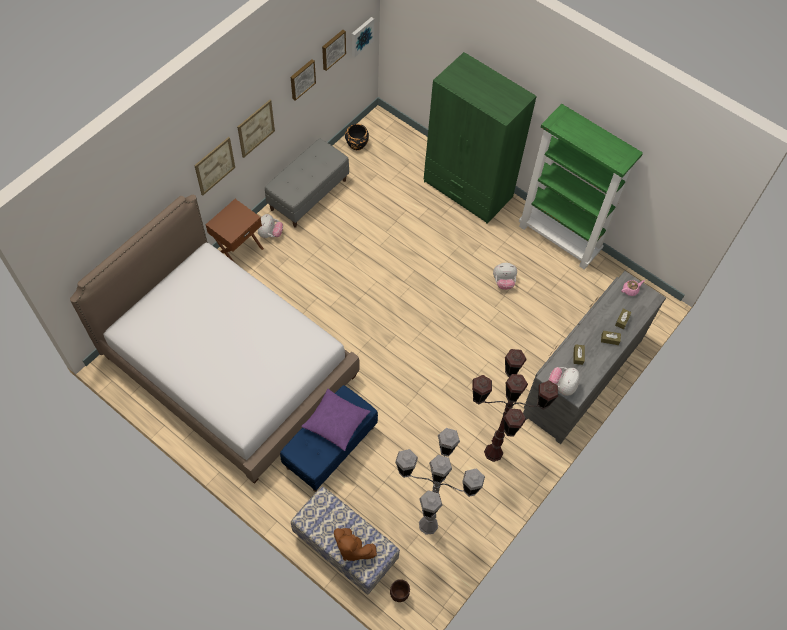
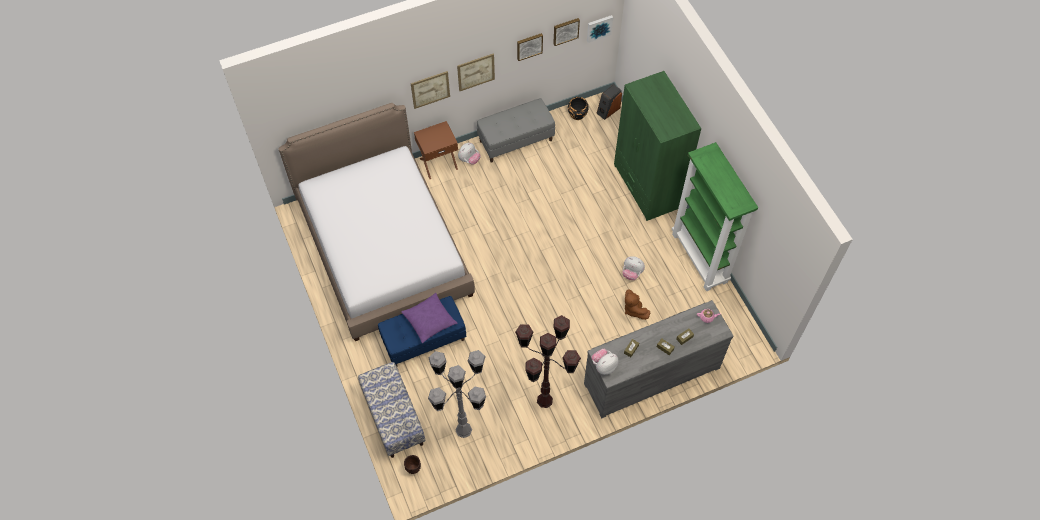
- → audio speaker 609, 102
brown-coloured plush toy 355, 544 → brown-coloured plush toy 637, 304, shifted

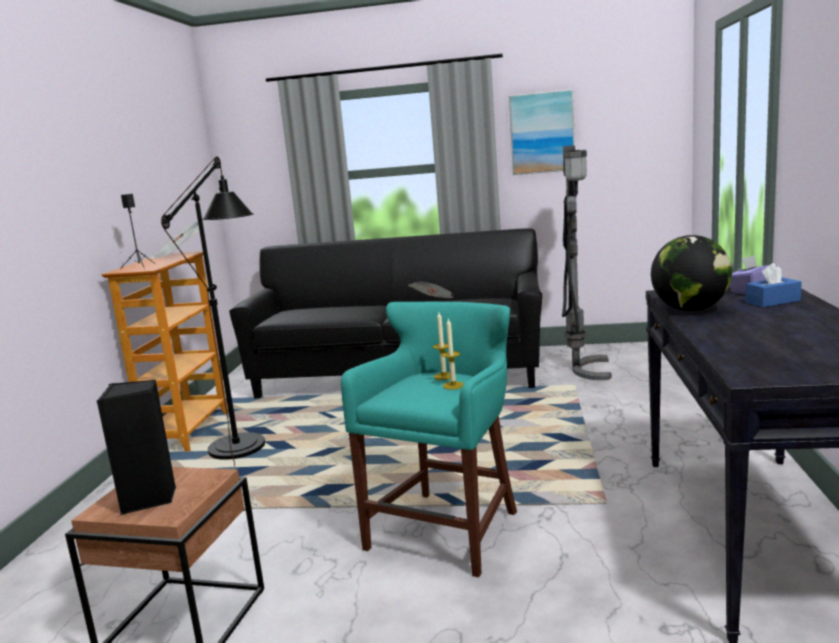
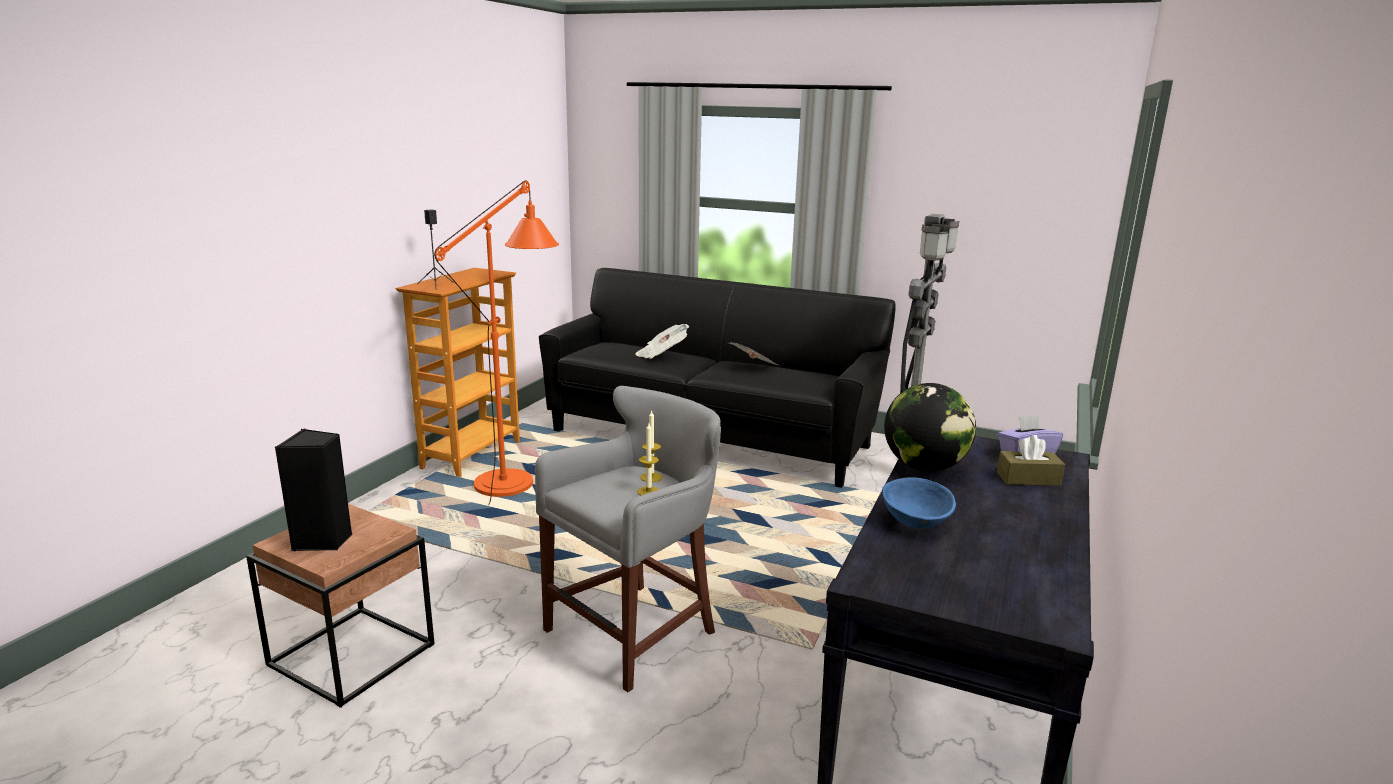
wall art 542, 132 → -
- → blue bowl 919, 503
daily paper 175, 240 → daily paper 662, 341, shifted
black standard lamp 213, 311 → orange standard lamp 496, 342
turquoise-coloured stool 429, 439 → grey stool 628, 539
blue tissue box 774, 285 → brown-coloured tissue box 1031, 460

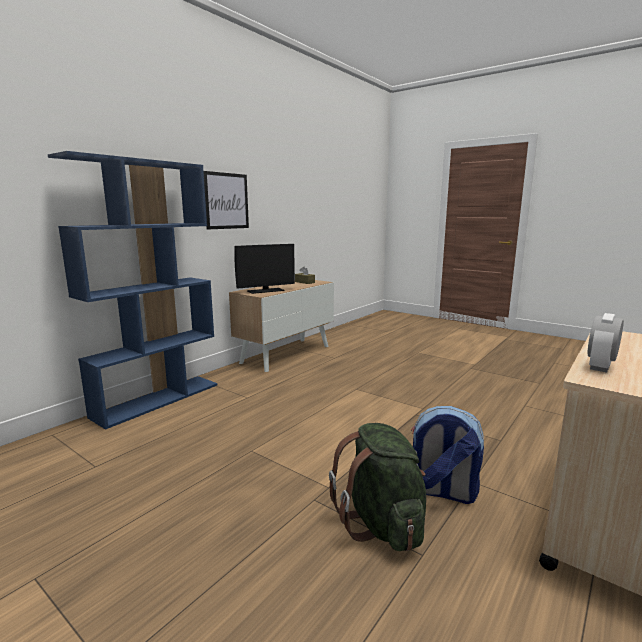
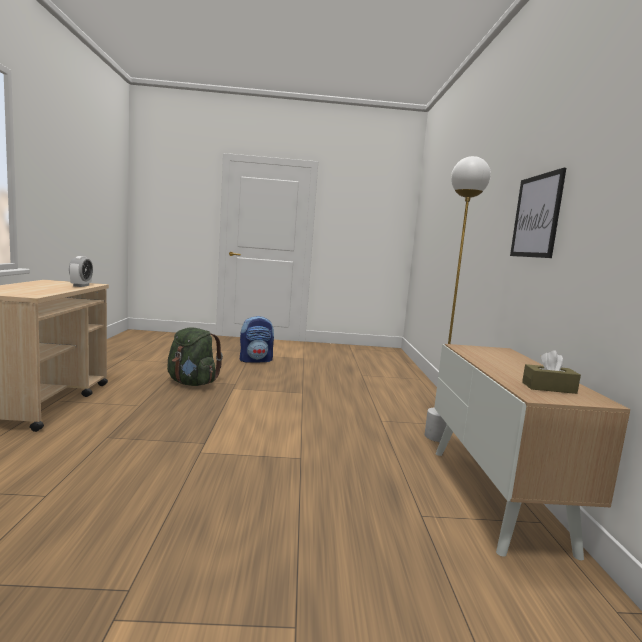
blue bookshelf 133, 290 → -
computer display 264, 269 → -
- → white-coloured standard lamp 458, 299
knapsack 447, 455 → knapsack 257, 339, shifted

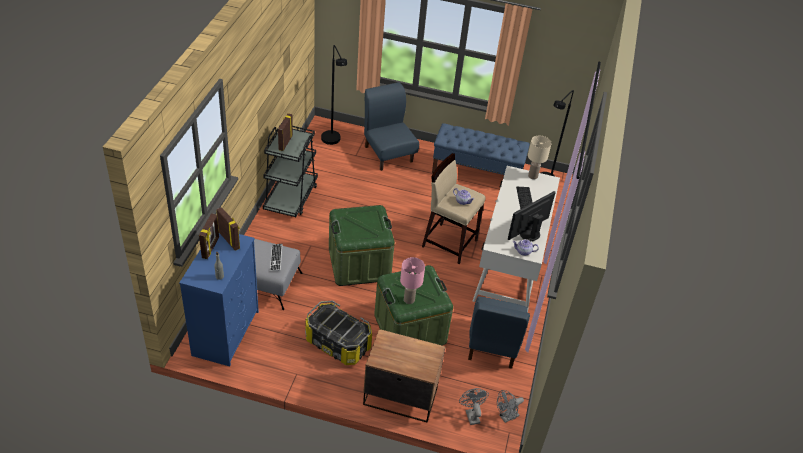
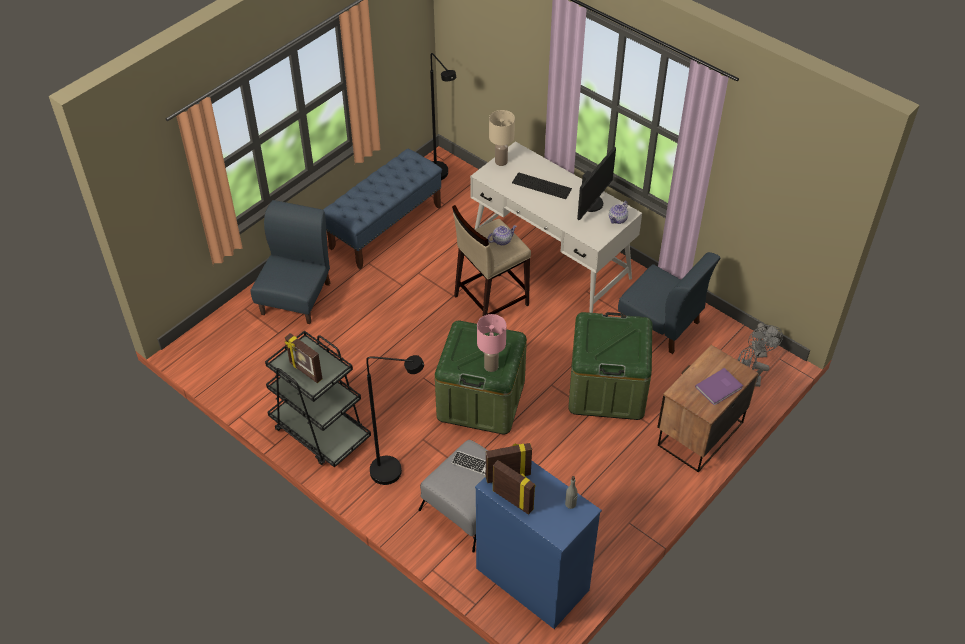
storage container 338, 333 → -
- → purple-coloured volume 719, 387
black standard lamp 334, 95 → black standard lamp 395, 420, shifted
pink table lamp 412, 280 → pink table lamp 491, 343, shifted
blue chair 391, 126 → blue chair 290, 262, 105 degrees clockwise
computer display 531, 216 → computer display 596, 184, 135 degrees counterclockwise

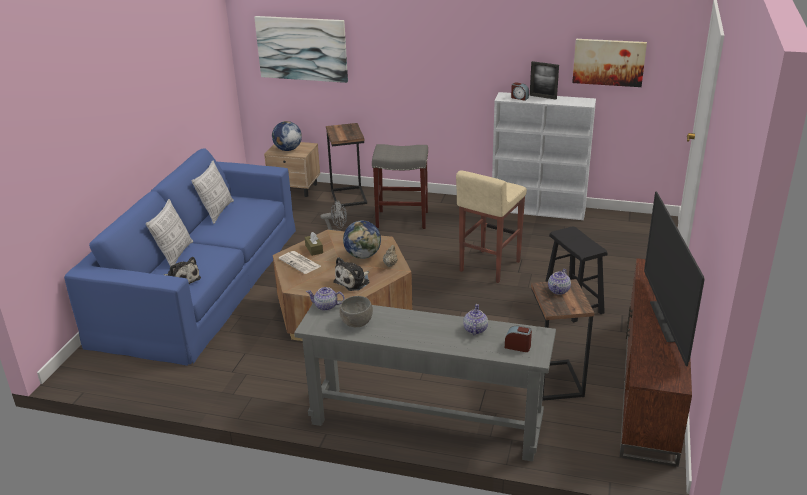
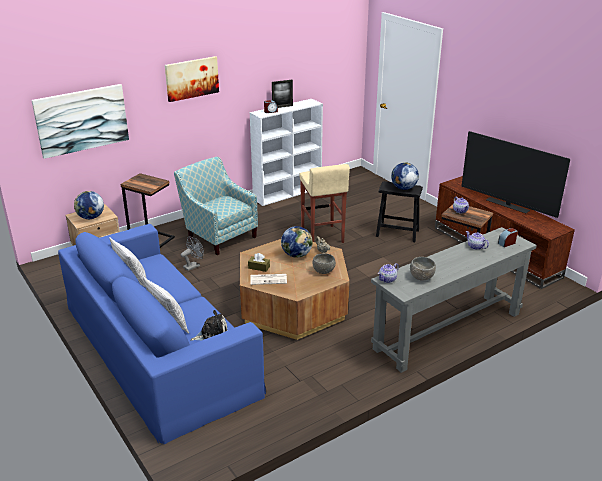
- → globe 405, 176
wall art 609, 63 → wall art 192, 79, shifted
plush toy 351, 274 → grey bowl 324, 263
grey stool 400, 186 → easy chair 216, 206

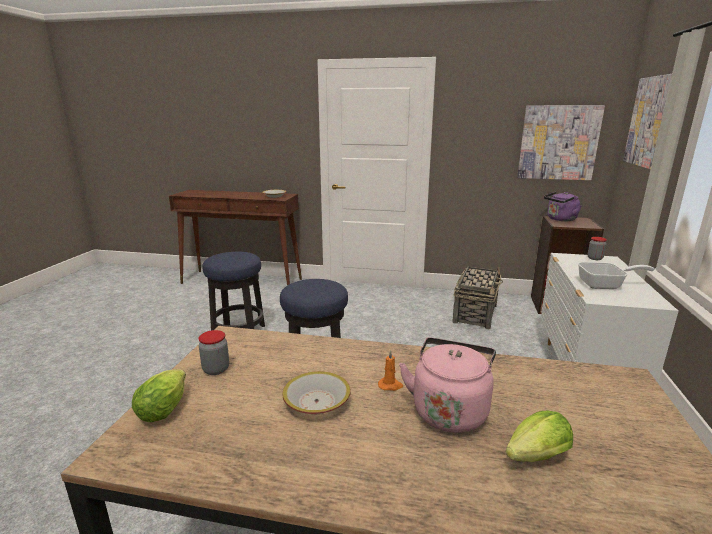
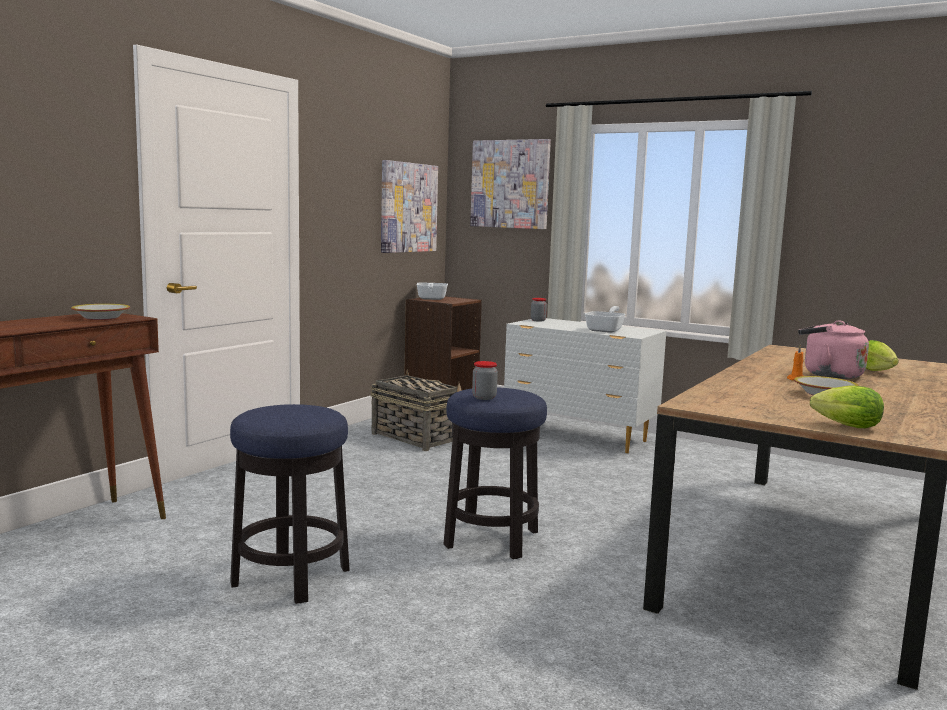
storage jar 214, 352 → storage jar 485, 380, shifted
purple-coloured water kettle 562, 206 → frying pan 432, 291

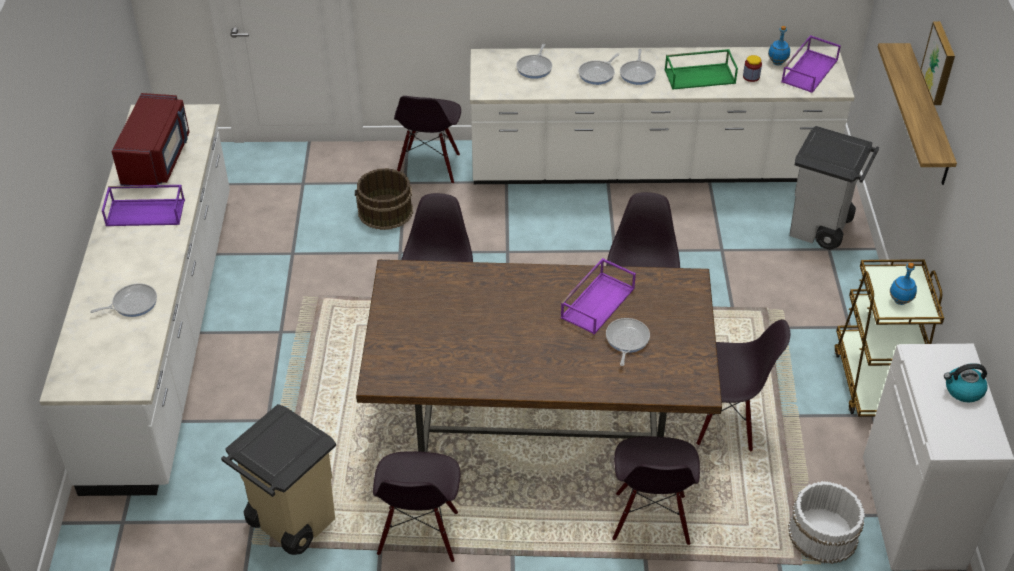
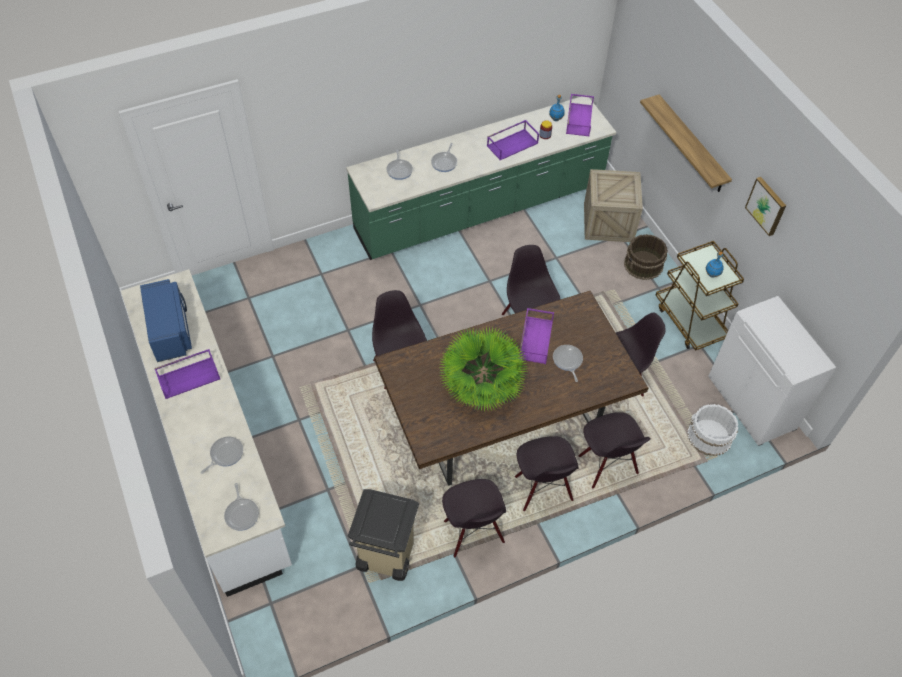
water kettle 966, 383 → -
- → houseplant 483, 369
brown-coloured bucket 384, 199 → brown-coloured bucket 646, 257, shifted
black chair 427, 140 → black chair 547, 473, shifted
frying pan 638, 67 → frying pan 241, 507, shifted
wall art 937, 63 → wall art 765, 206, shifted
grey waste bin 834, 188 → shipping crate 613, 205
reddish kitchen microwave 151, 139 → blue kitchen microwave 166, 320
white-coloured counter 662, 115 → greenish counter 481, 177
greenish serving tray 701, 69 → purple-coloured serving tray 513, 140

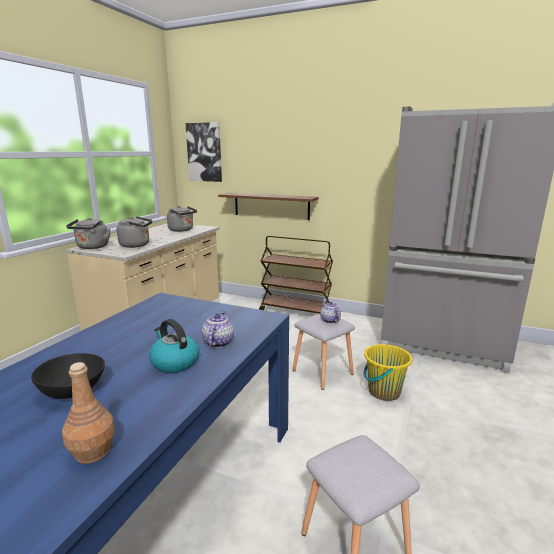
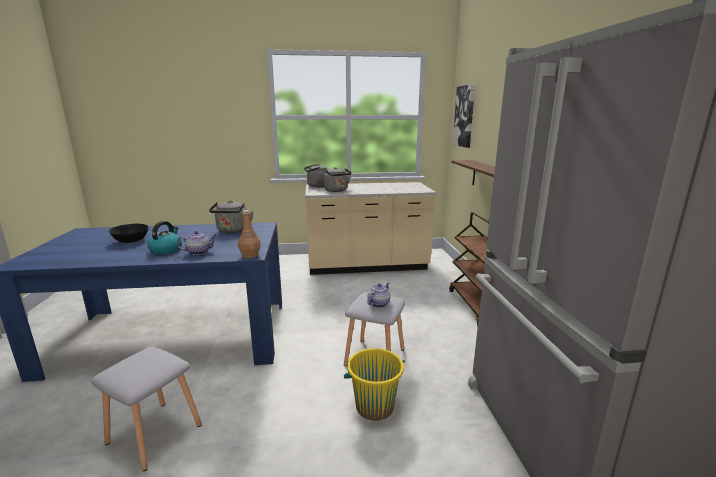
brown-coloured beverage bottle 88, 413 → brown-coloured beverage bottle 249, 234, shifted
grey water kettle 182, 219 → grey water kettle 231, 216, shifted

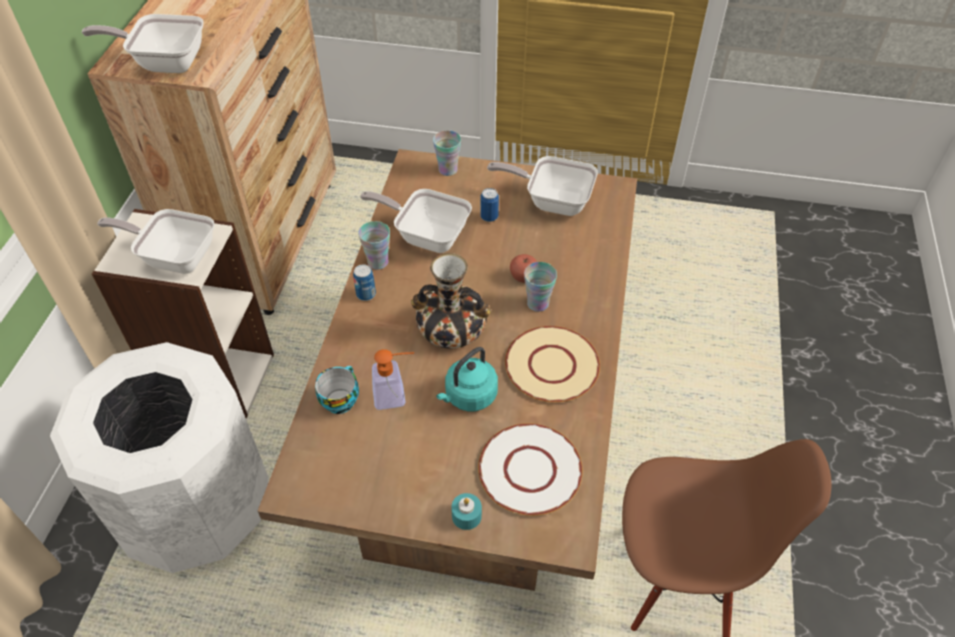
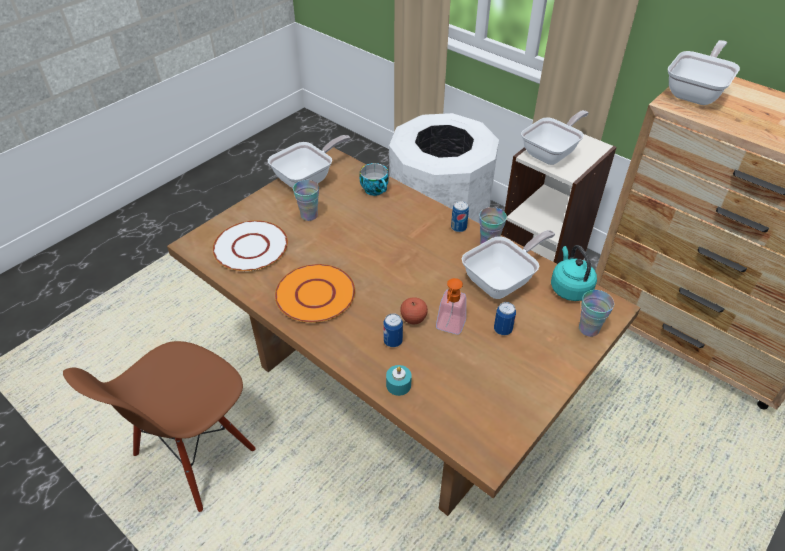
vase 451, 300 → -
- → sealed can 393, 330
liquid soap bottle 393, 379 → liquid soap bottle 451, 306, shifted
turquoise-coloured water kettle 467, 379 → turquoise-coloured water kettle 574, 273, shifted
turquoise-coloured wax candle 466, 511 → turquoise-coloured wax candle 399, 380, shifted
frying pan 542, 186 → frying pan 309, 162, shifted
cup 540, 287 → cup 306, 200, shifted
beige flat dish 552, 364 → orange flat dish 315, 293

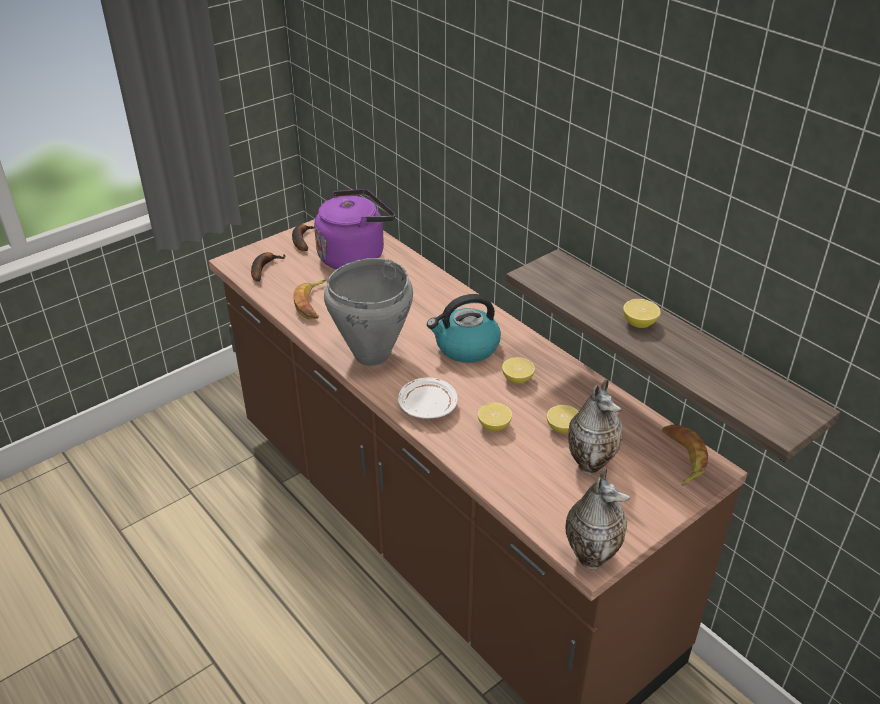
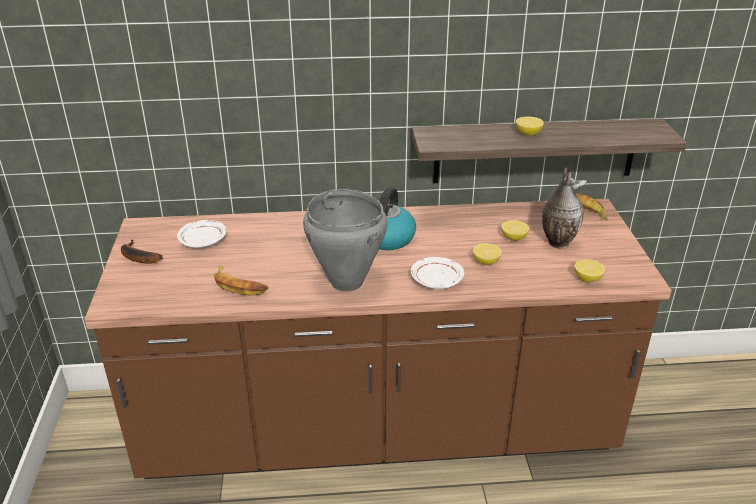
banana 268, 267 → -
vase 597, 518 → -
whole lemon 518, 370 → whole lemon 590, 270, shifted
purple-coloured water kettle 354, 229 → white-coloured flat dish 201, 234

